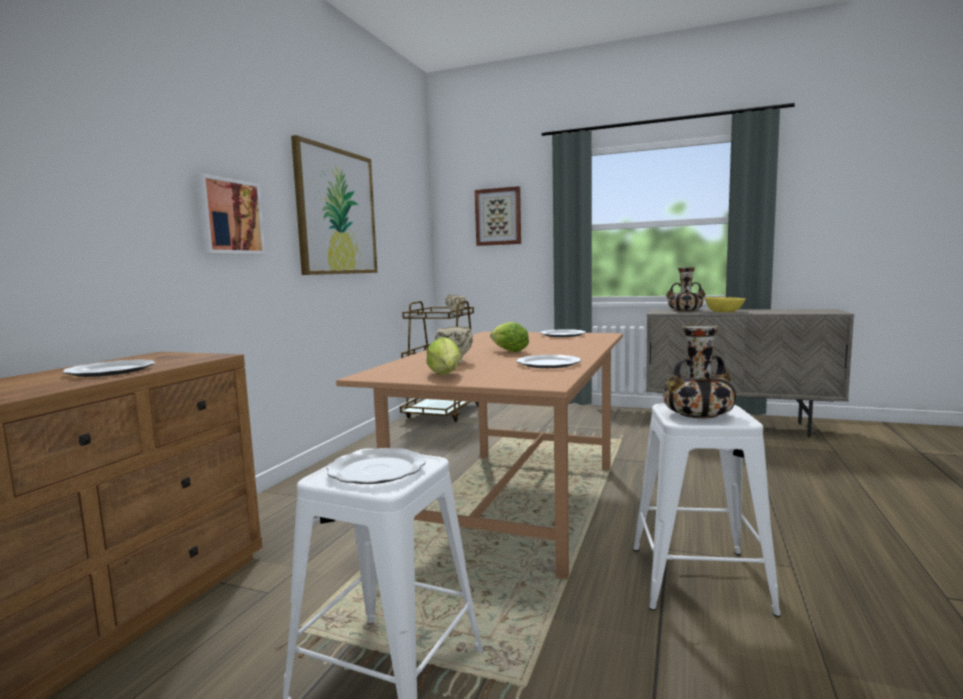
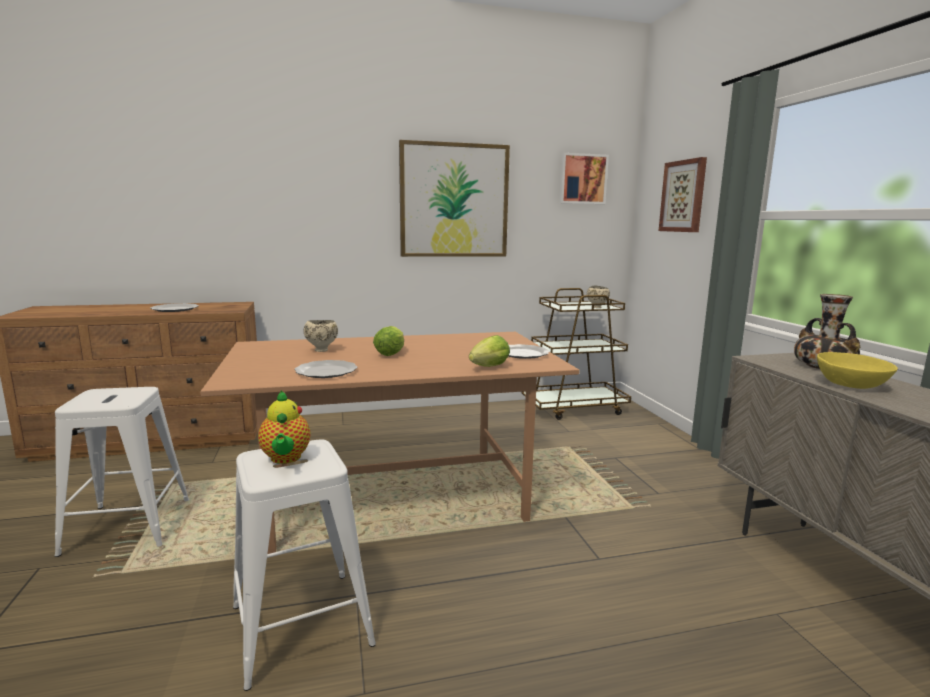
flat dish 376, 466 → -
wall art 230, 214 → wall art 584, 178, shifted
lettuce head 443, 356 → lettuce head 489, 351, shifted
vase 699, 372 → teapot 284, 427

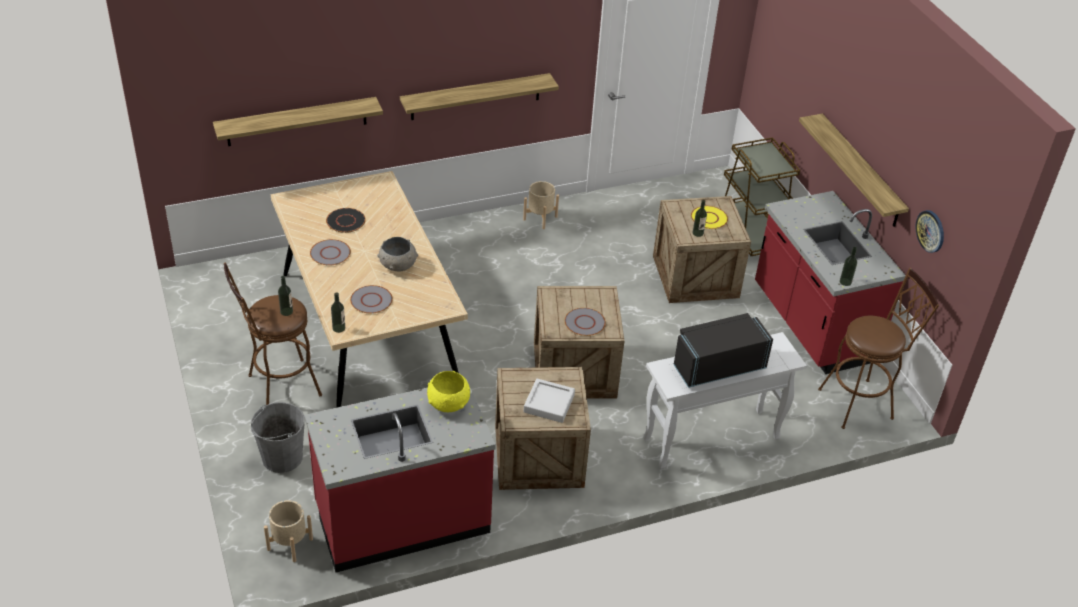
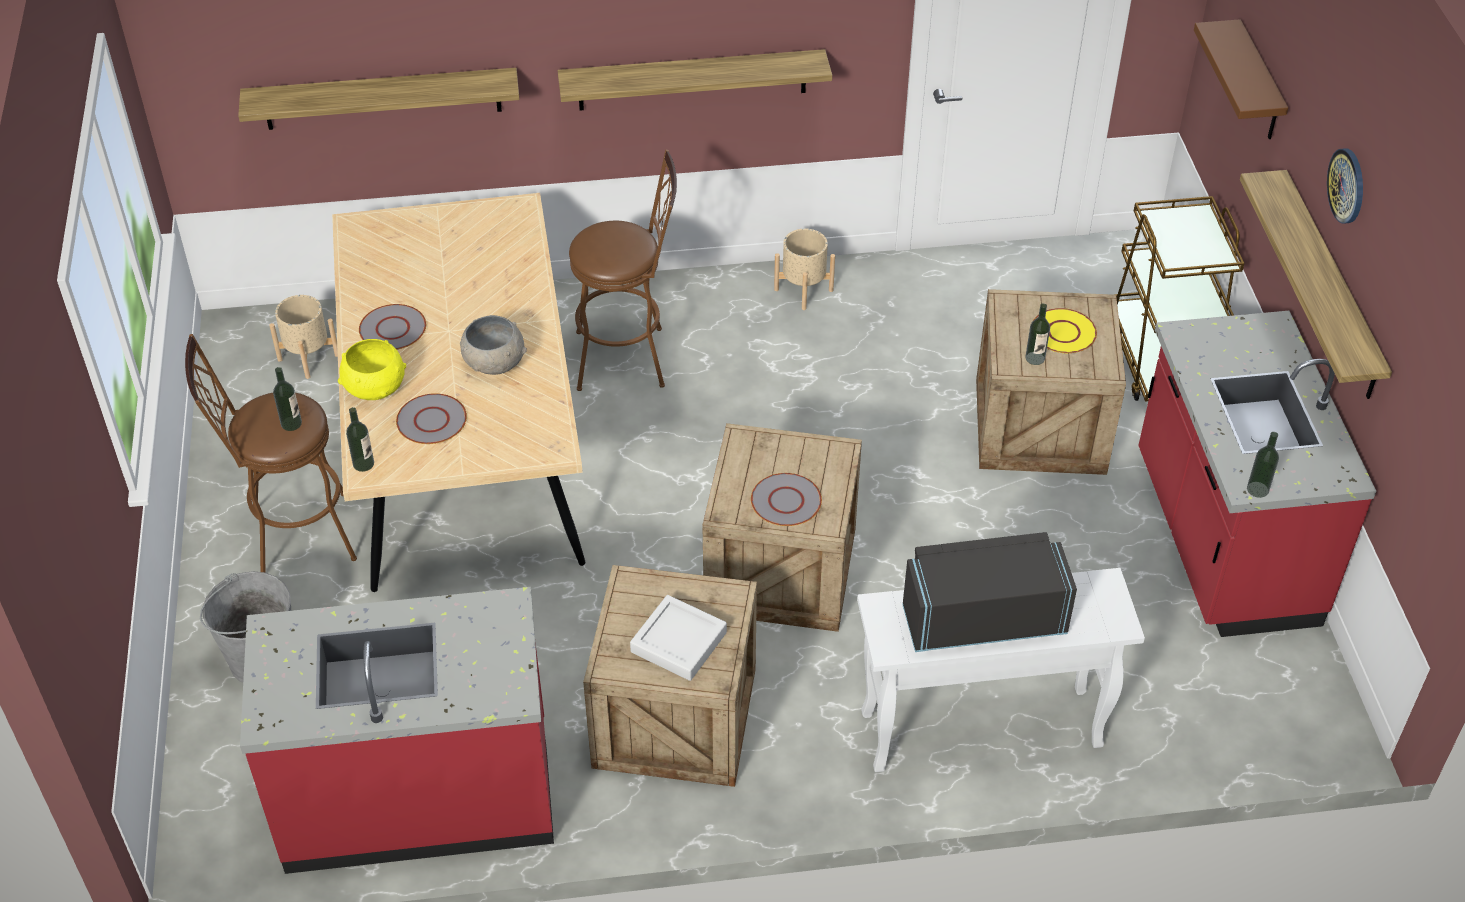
black flat dish 346, 220 → -
- → brown-coloured shelf 1241, 79
beige plant pot 288, 531 → beige plant pot 303, 337, shifted
yellowish bowl 448, 391 → yellowish bowl 372, 369, shifted
brown-coloured stool 878, 348 → brown-coloured stool 623, 270, shifted
hanging clock 930, 231 → hanging clock 1345, 186, shifted

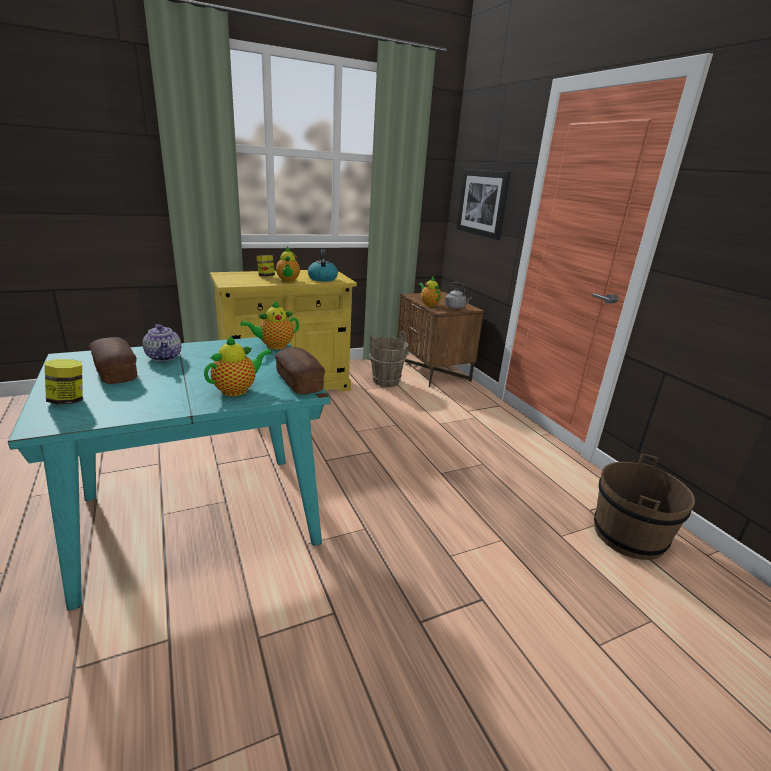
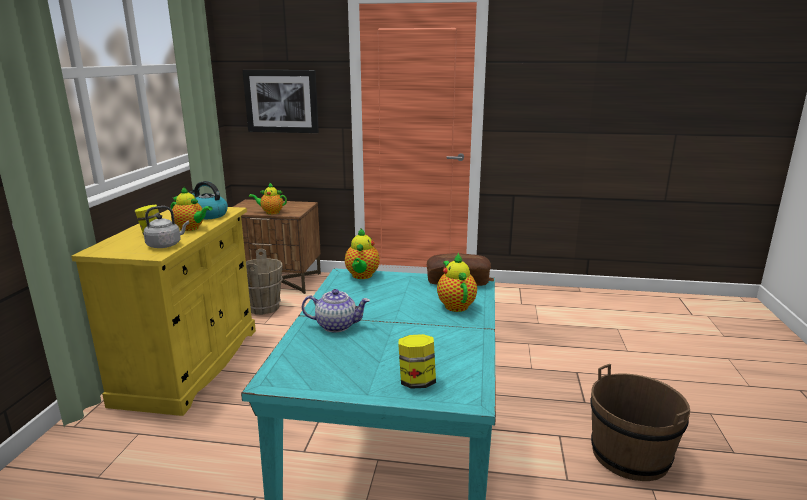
bakery bread 113, 360 → -
grey water kettle 458, 295 → grey water kettle 166, 227, shifted
brown-coloured bucket 644, 506 → brown-coloured bucket 640, 422, shifted

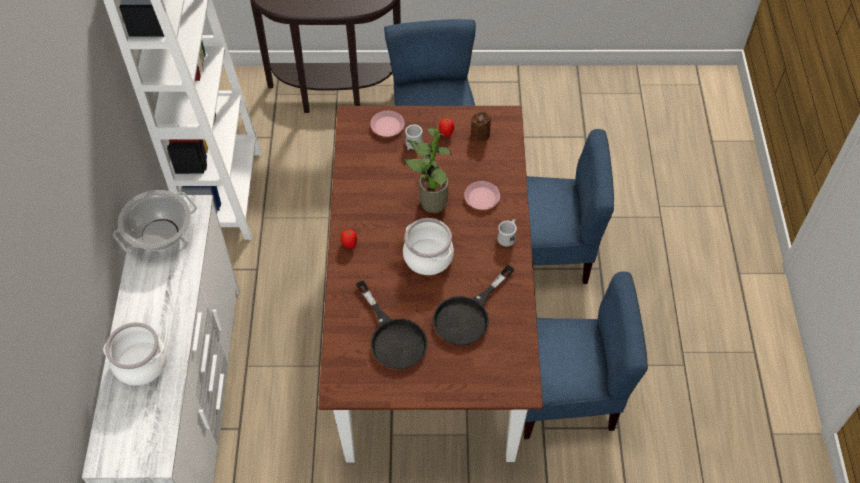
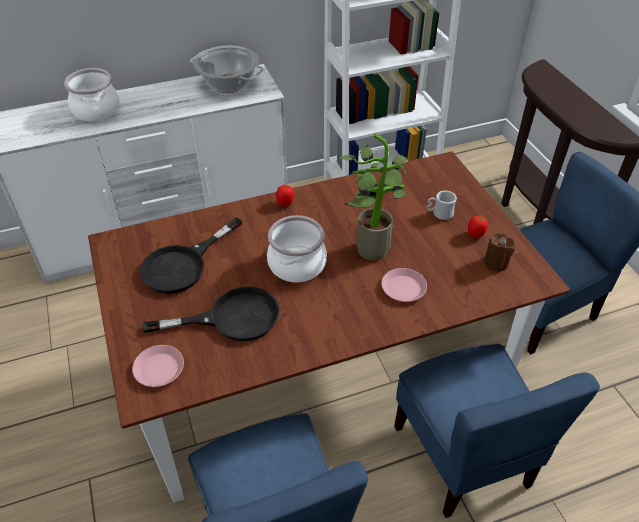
white-coloured mug 507, 233 → -
pink flat dish 387, 124 → pink flat dish 158, 366, shifted
black frying pan 474, 305 → black frying pan 210, 314, 150 degrees clockwise

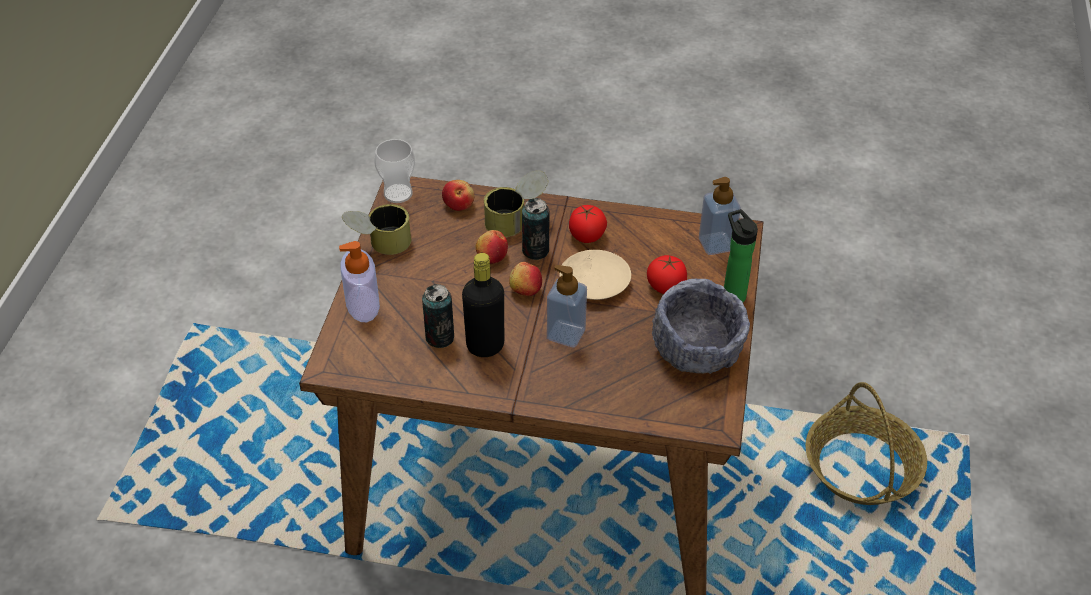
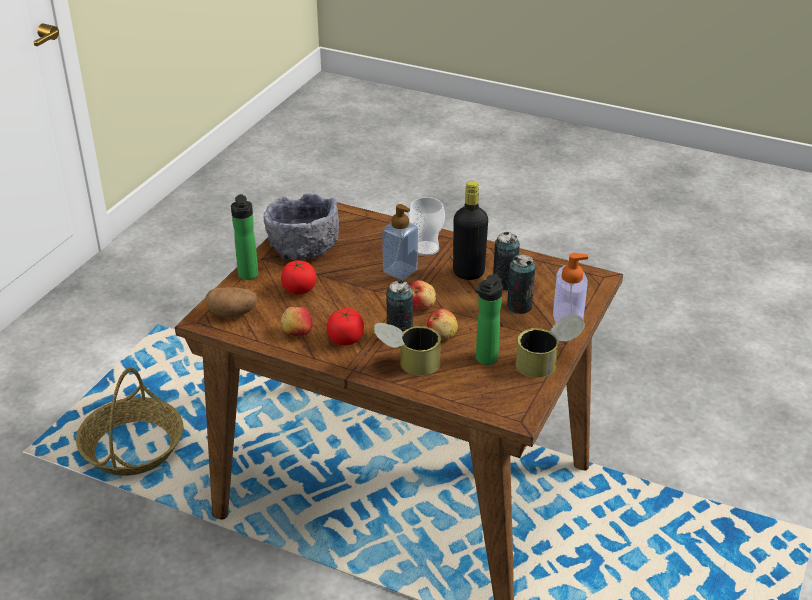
beige flat dish 595, 275 → -
- → beverage bottle 489, 319
- → sealed can 521, 284
cup 394, 171 → cup 426, 226, shifted
apple 458, 195 → apple 297, 321, shifted
liquid soap bottle 720, 216 → whole potato 231, 302

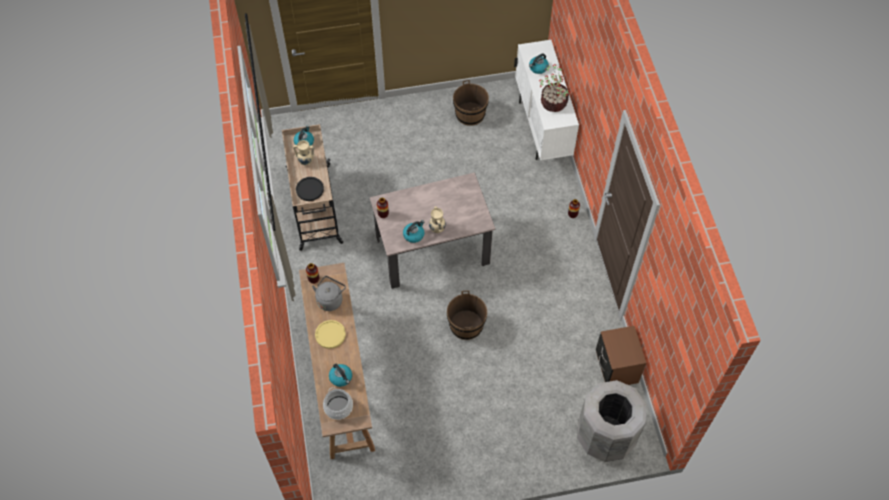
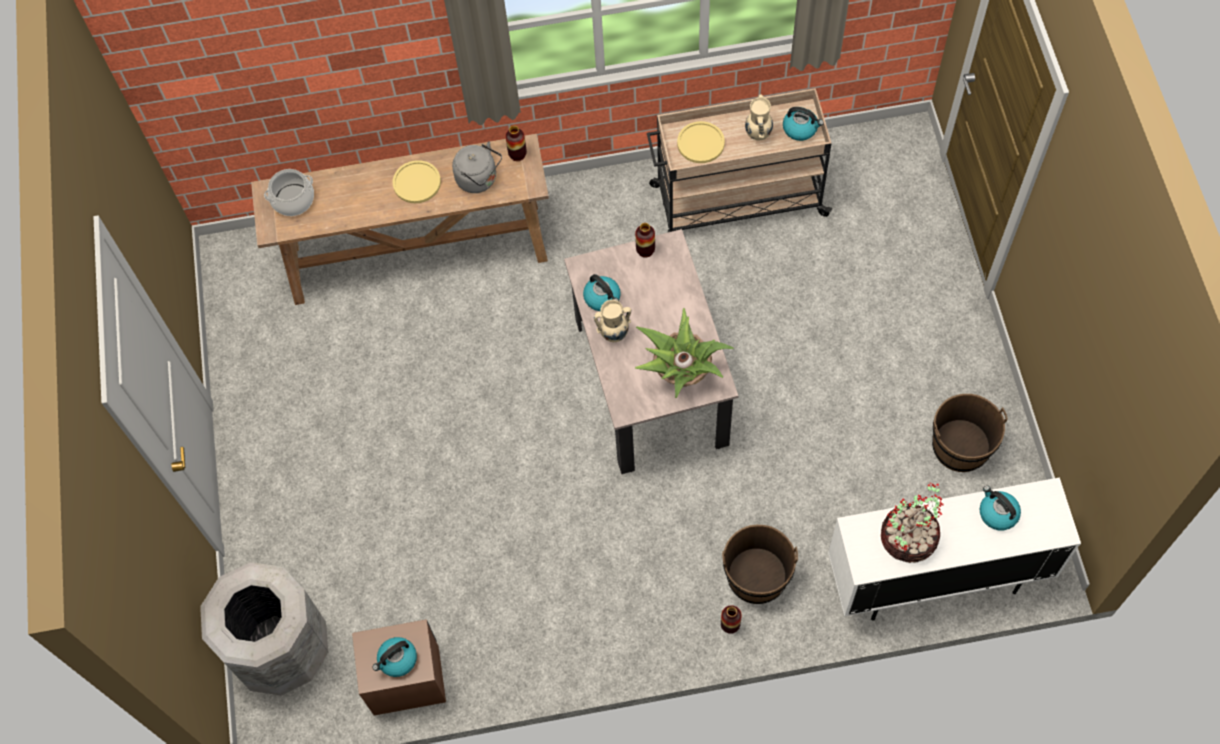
- → houseplant 684, 353
water kettle 340, 375 → water kettle 395, 657, shifted
brown-coloured bucket 467, 315 → brown-coloured bucket 760, 564, shifted
black flat dish 310, 189 → yellowish flat dish 701, 142

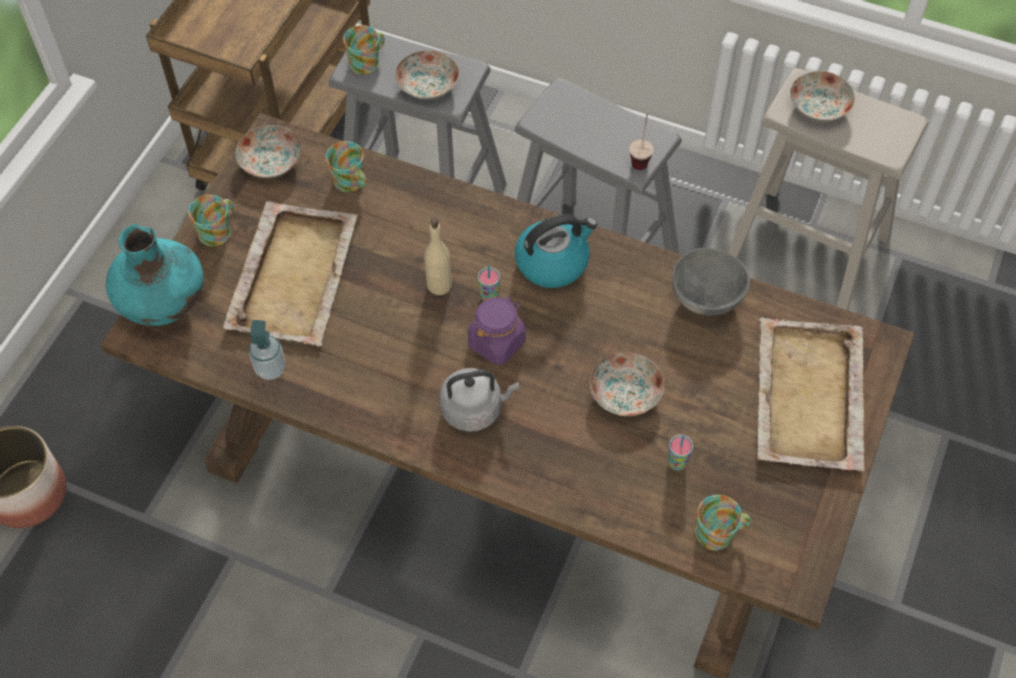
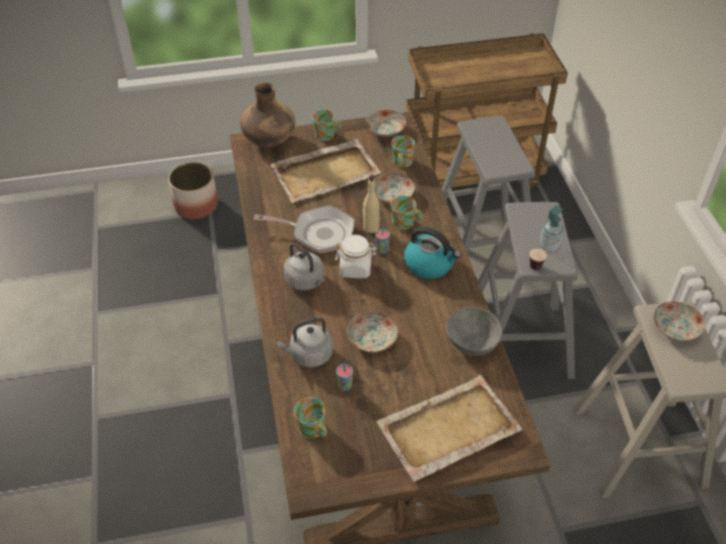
- → frying pan 304, 230
- → grey water kettle 305, 342
liquid soap bottle 267, 350 → liquid soap bottle 551, 228, shifted
mug 364, 49 → mug 407, 213, shifted
flat dish 427, 74 → flat dish 395, 188, shifted
turquoise-coloured vase 154, 275 → brown-coloured vase 267, 115
purple-coloured storage jar 497, 330 → white-coloured storage jar 356, 256

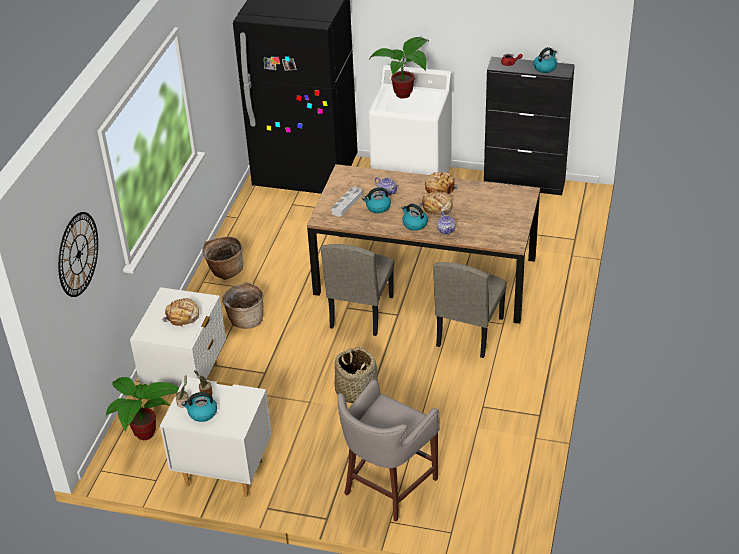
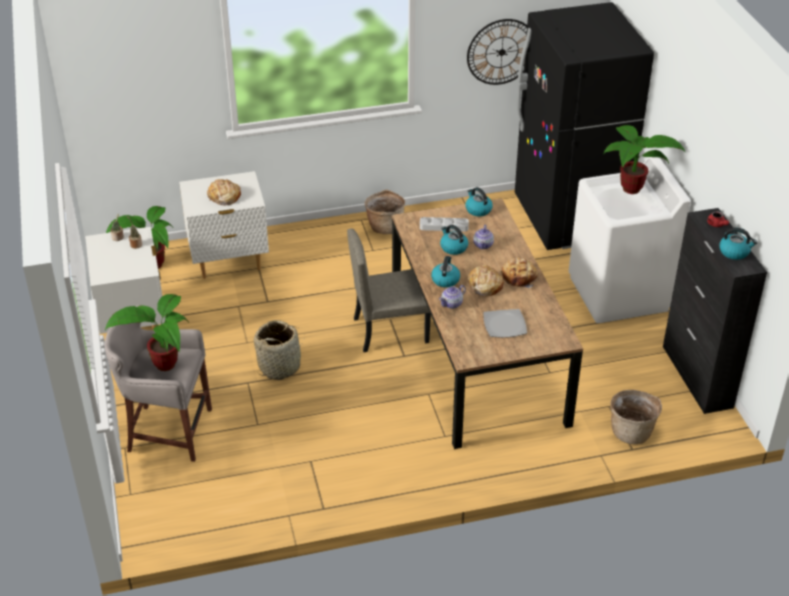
beige chair 470, 310 → -
- → houseplant 147, 332
- → flat dish 505, 323
hanging clock 78, 254 → hanging clock 497, 52, shifted
water kettle 199, 407 → water kettle 479, 201, shifted
basket 243, 305 → basket 636, 417, shifted

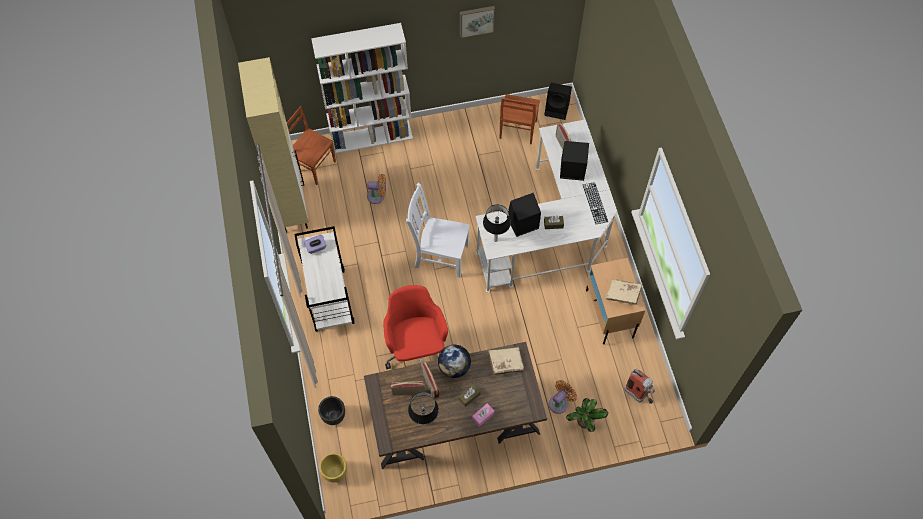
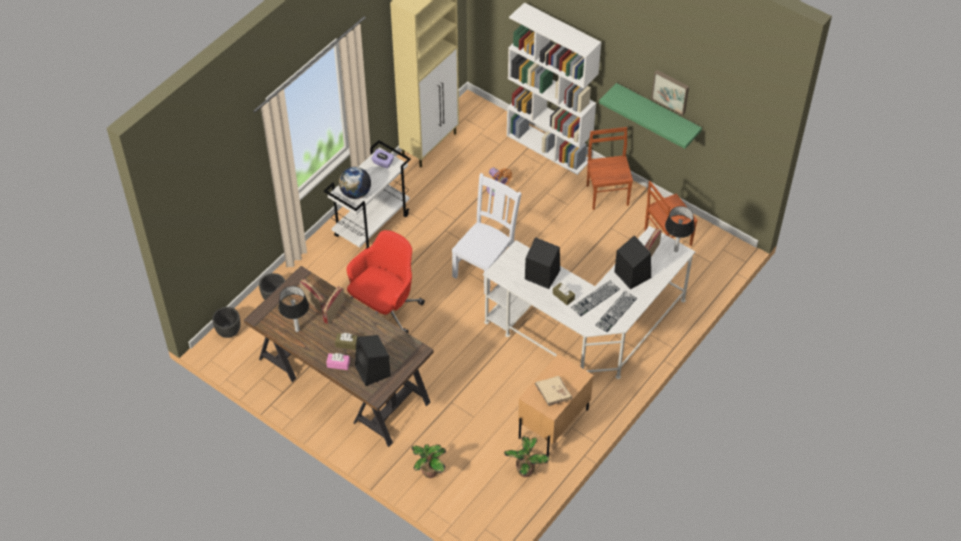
beige volume 506, 361 → -
orange cooling fan 563, 397 → -
fire extinguisher 639, 386 → -
- → houseplant 527, 456
- → keyboard 595, 298
- → greenish shelf 650, 116
brown-coloured chair 311, 145 → brown-coloured chair 610, 168, shifted
globe 454, 361 → globe 355, 183, shifted
table lamp 497, 223 → table lamp 680, 229, shifted
black audio speaker 558, 101 → black audio speaker 373, 360, shifted
yellowish plant pot 333, 468 → black plant pot 226, 322
white-coloured chair 438, 230 → white-coloured chair 487, 233, 60 degrees clockwise

